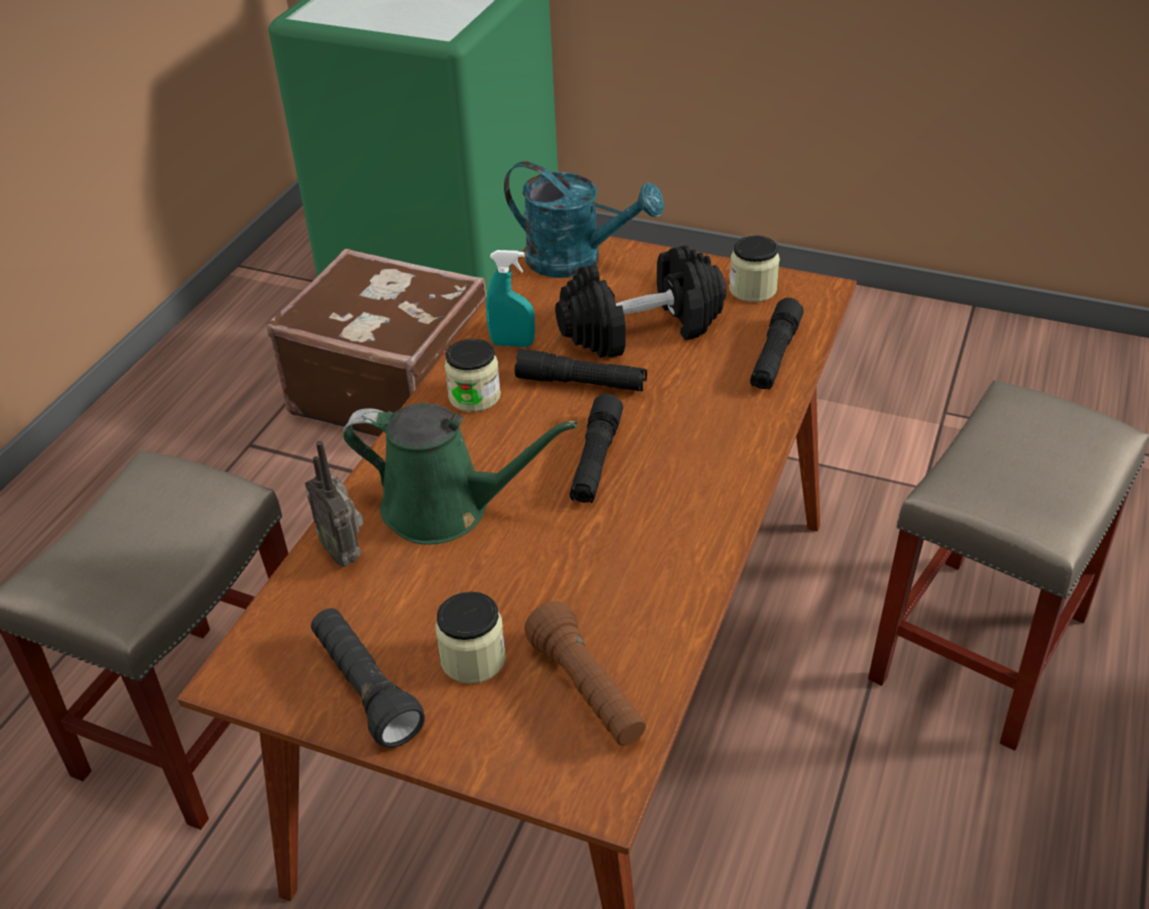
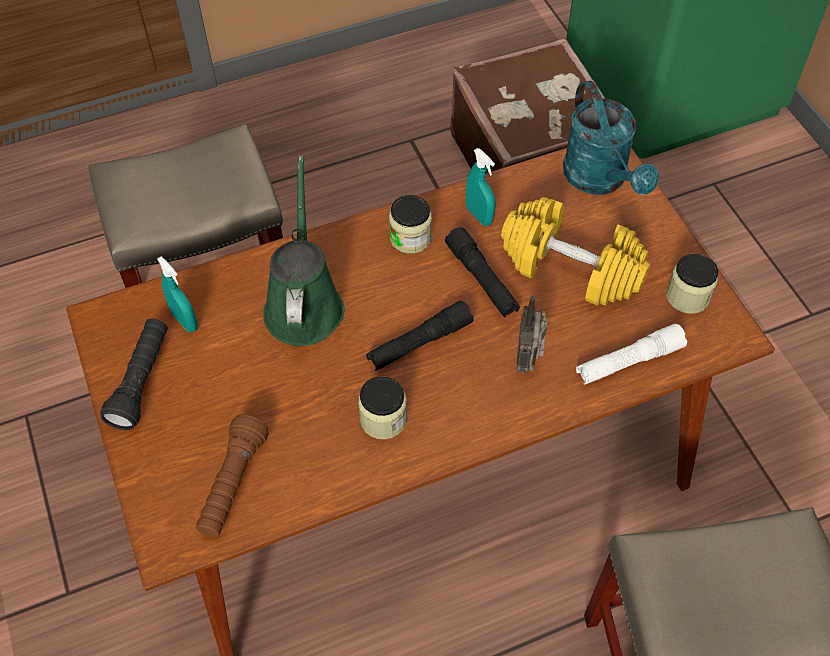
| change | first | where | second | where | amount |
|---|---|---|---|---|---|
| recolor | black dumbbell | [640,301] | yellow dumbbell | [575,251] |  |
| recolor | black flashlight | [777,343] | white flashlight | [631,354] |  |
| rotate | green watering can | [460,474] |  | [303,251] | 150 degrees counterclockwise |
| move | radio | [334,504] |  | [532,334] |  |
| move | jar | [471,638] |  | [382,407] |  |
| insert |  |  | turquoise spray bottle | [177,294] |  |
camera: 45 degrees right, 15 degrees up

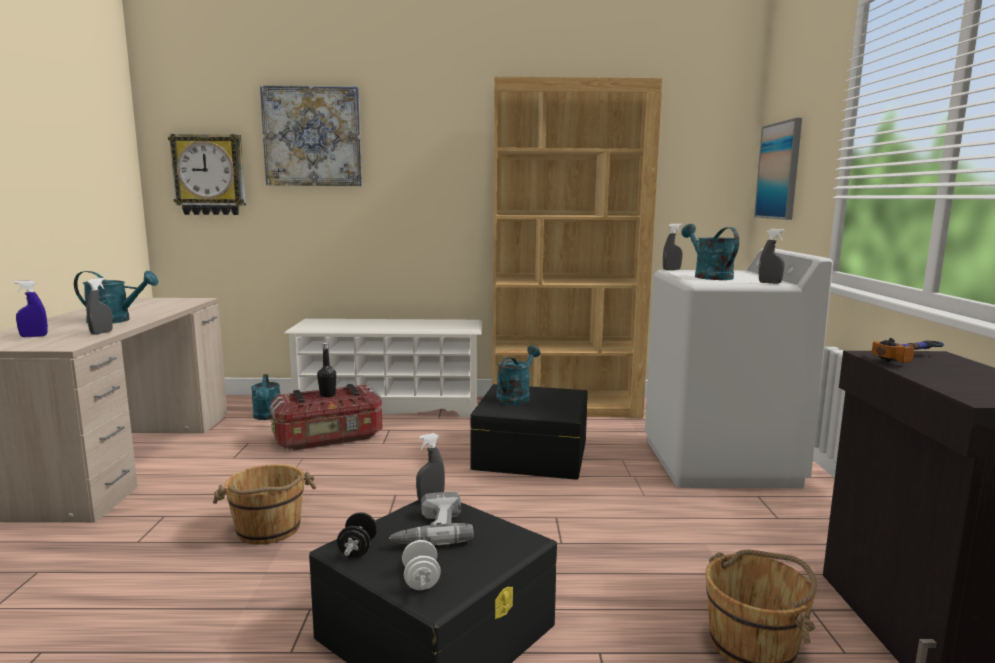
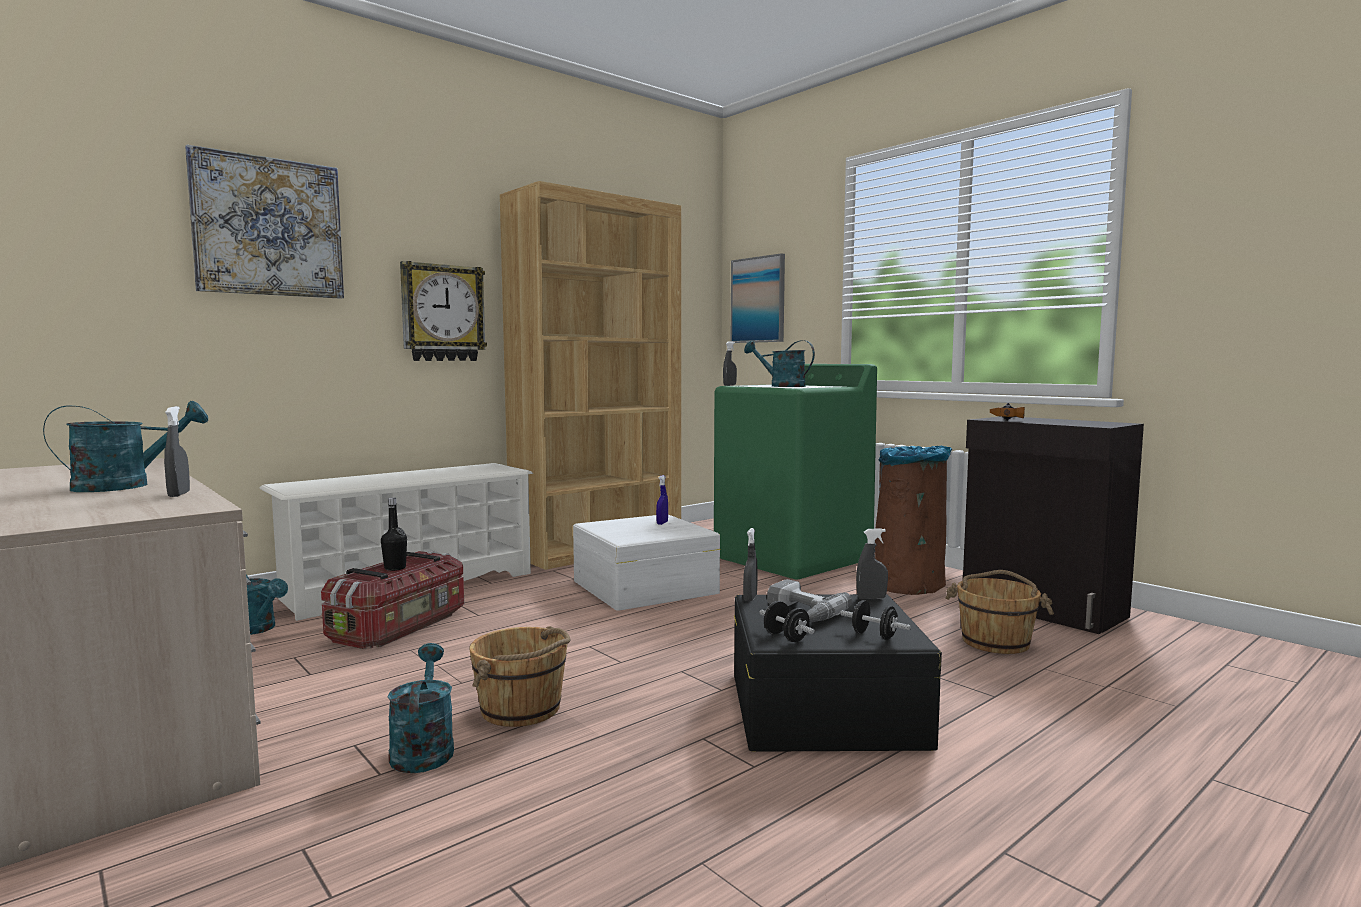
| change | first | where | second | where | amount |
|---|---|---|---|---|---|
| move | wall clock | [207,174] |  | [443,311] |  |
| move | grey spray bottle | [772,256] |  | [872,563] |  |
| recolor | white washing machine | [739,368] | green washing machine | [795,471] |  |
| move | blue spray bottle | [31,309] |  | [662,500] |  |
| move | turquoise watering can | [518,375] |  | [421,708] |  |
| recolor | black storage box | [529,432] | white storage box | [647,563] |  |
| recolor | white dumbbell | [421,565] | black dumbbell | [875,620] |  |
| insert |  |  | brown trash can | [913,520] |  |
camera: 40 degrees left, 5 degrees down

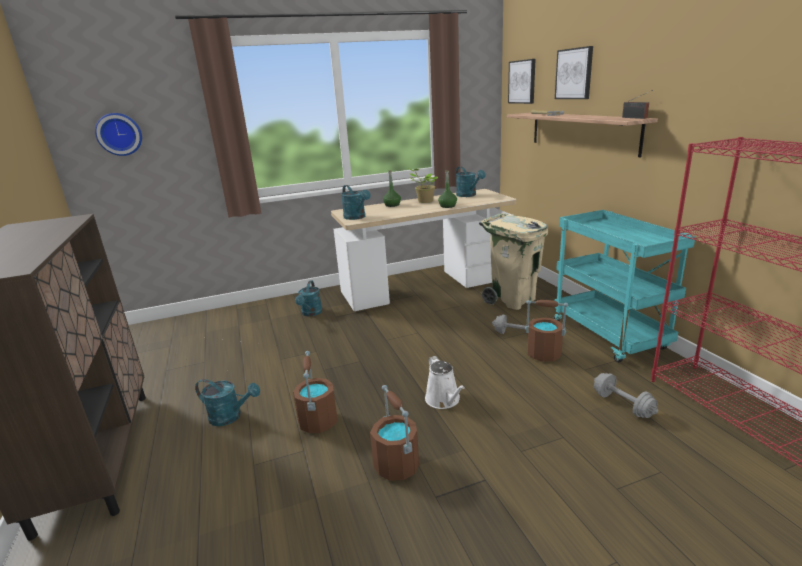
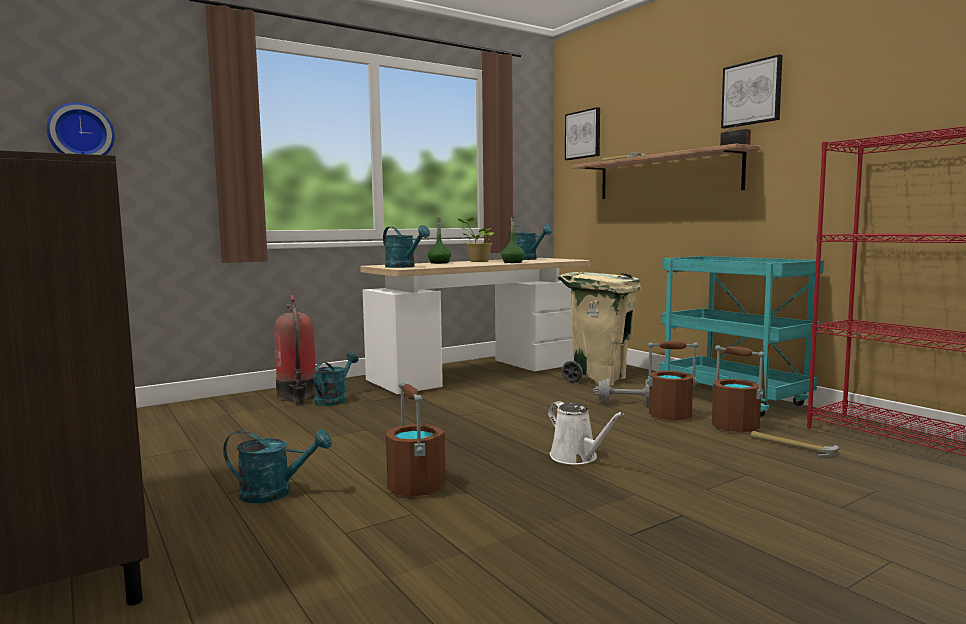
| change | first | where | second | where | amount |
|---|---|---|---|---|---|
| move | picture | [574,72] |  | [752,91] |  |
| rotate | turquoise watering can | [309,298] |  | [335,379] | 150 degrees counterclockwise |
| replace | grey dumbbell | [626,395] | hammer | [795,444] |  |
| move | brown bucket | [394,433] |  | [738,388] |  |
| insert |  |  | fire extinguisher | [294,350] |  |
camera: 15 degrees left, 15 degrees down

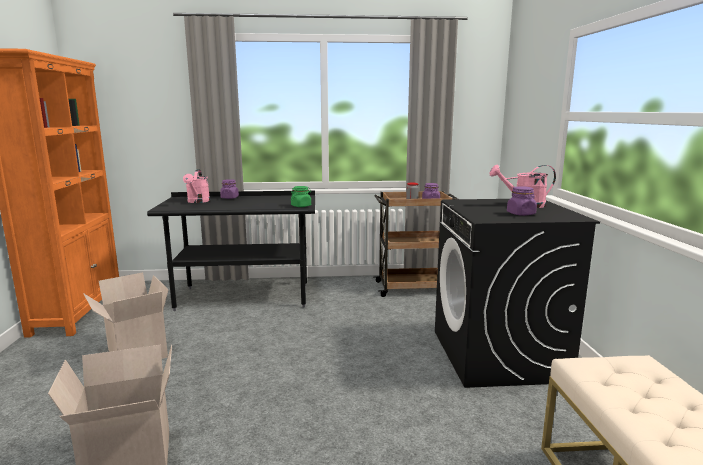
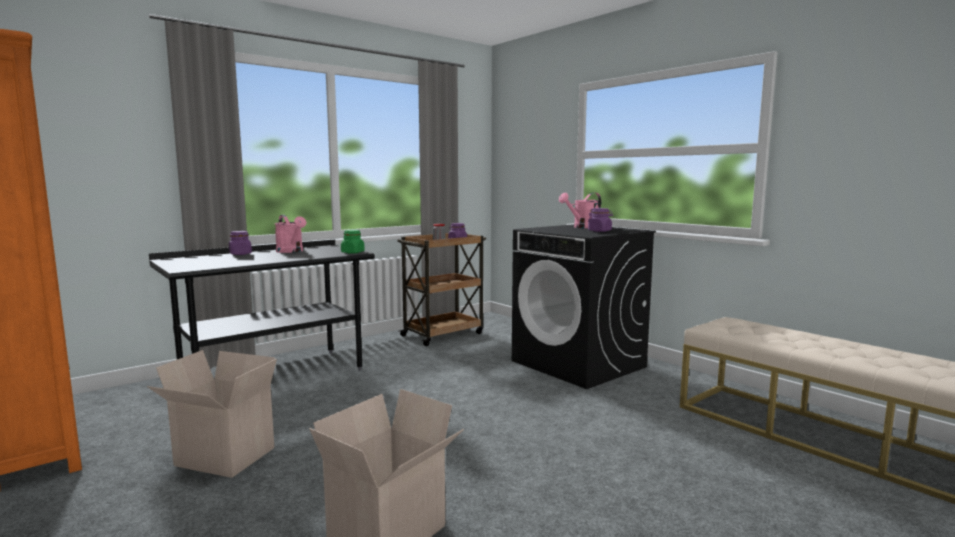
| change | first | where | second | where | amount |
|---|---|---|---|---|---|
| move | pink watering can | [196,186] |  | [290,234] |  |
camera: 35 degrees left, 5 degrees down

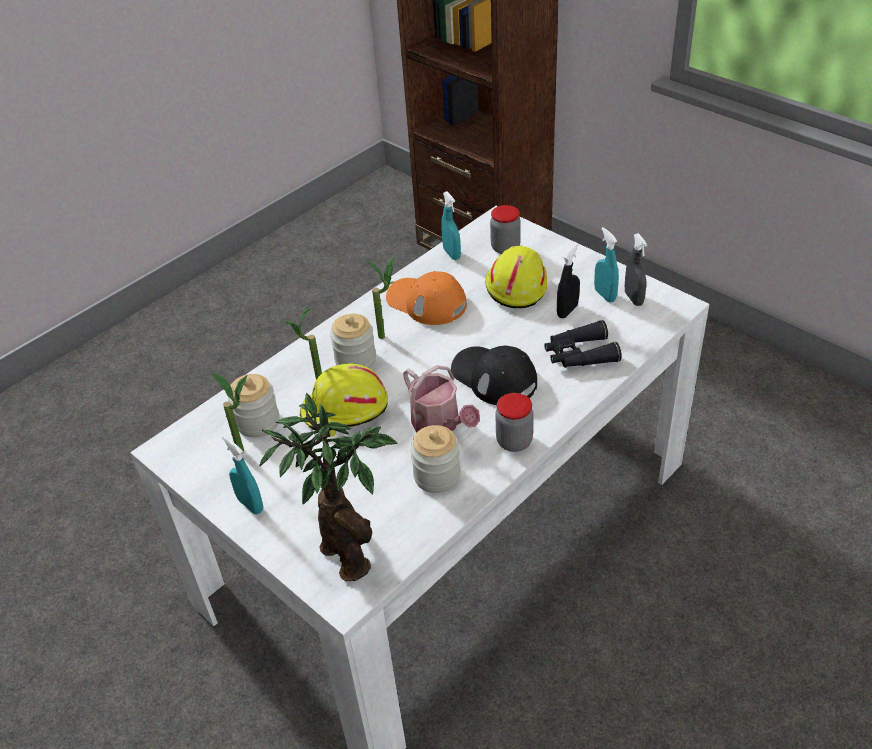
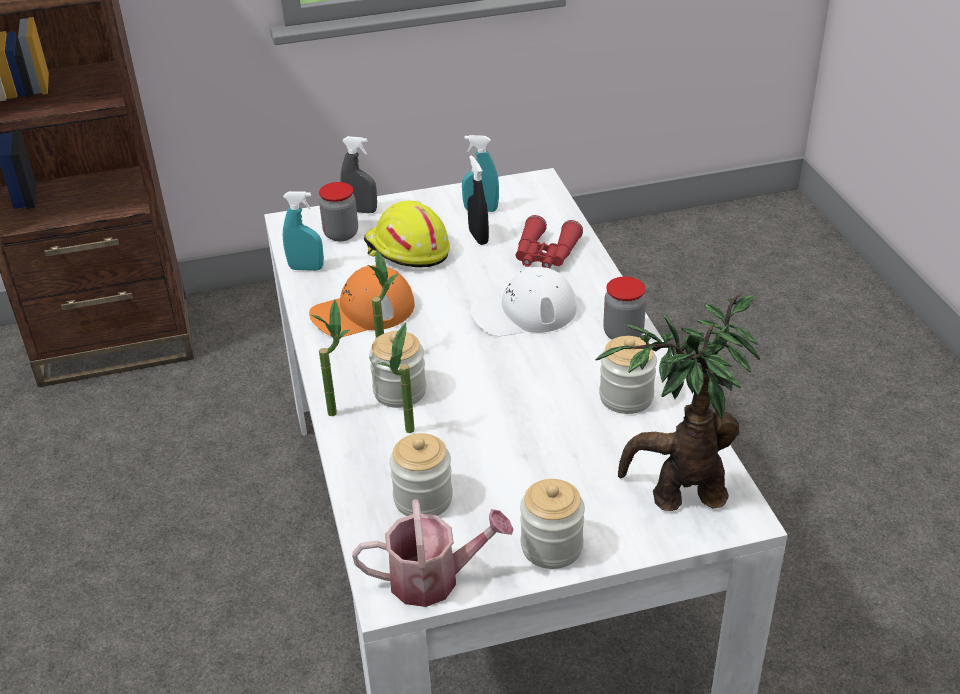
| change | first | where | second | where | amount |
|---|---|---|---|---|---|
| move | grey spray bottle | [636,269] |  | [358,175] |  |
| recolor | black binoculars | [583,344] | red binoculars | [549,242] |  |
| recolor | black cap | [494,375] | white cap | [523,301] |  |
| delete | yellow hard hat | [344,400] |  |  |  |
| move | watering can | [441,398] |  | [432,553] |  |
| move | potted plant | [229,412] |  | [330,358] |  |
| replace | turquoise spray bottle | [242,474] | jar | [552,524] |  |
camera: 60 degrees left, 5 degrees down

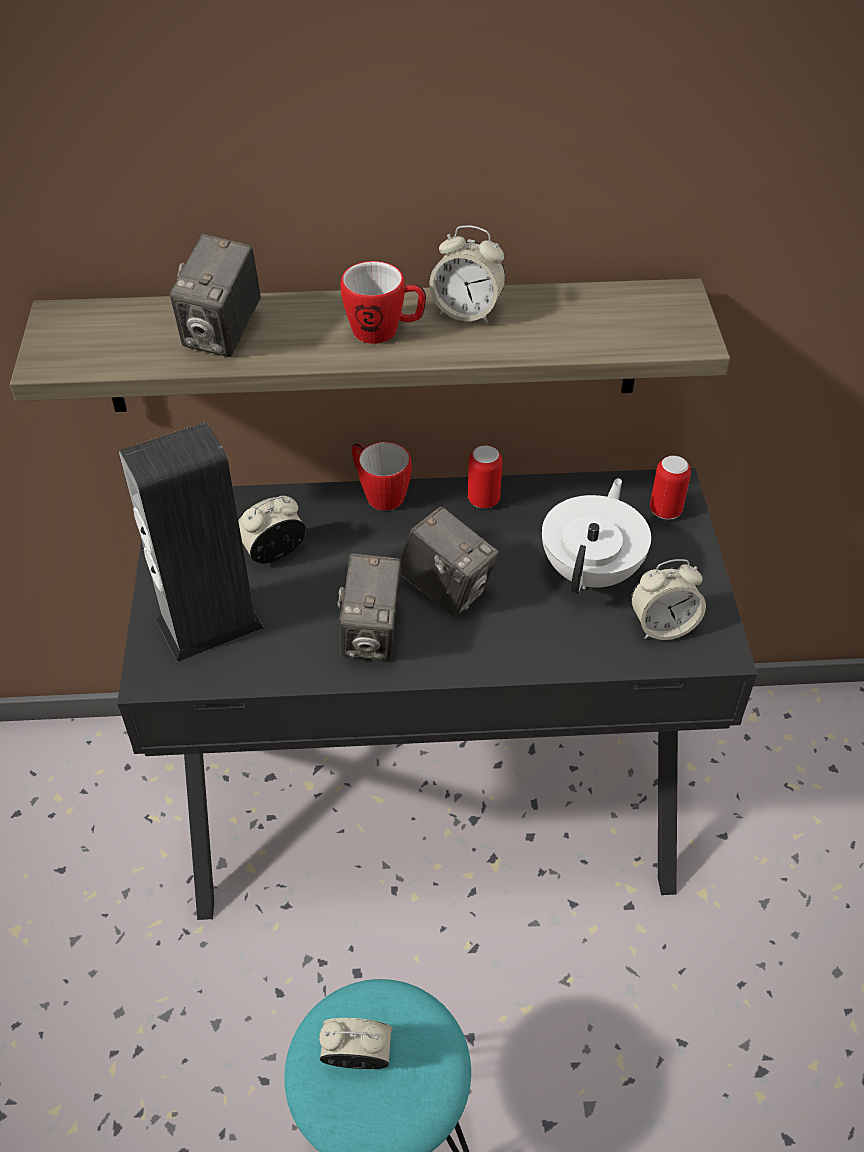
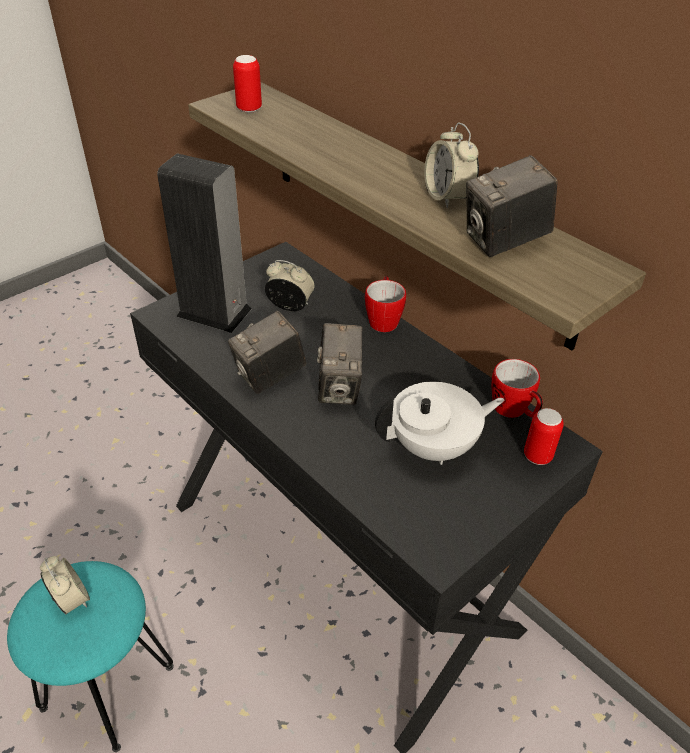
| change | first | where | second | where | amount |
|---|---|---|---|---|---|
| move | photo camera | [215,295] |  | [512,206] |  |
| move | mug | [383,302] |  | [517,388] |  |
| move | can | [485,476] |  | [247,84] |  |
| delete | alarm clock | [668,599] |  |  |  |
camera: 50 degrees right, 5 degrees down

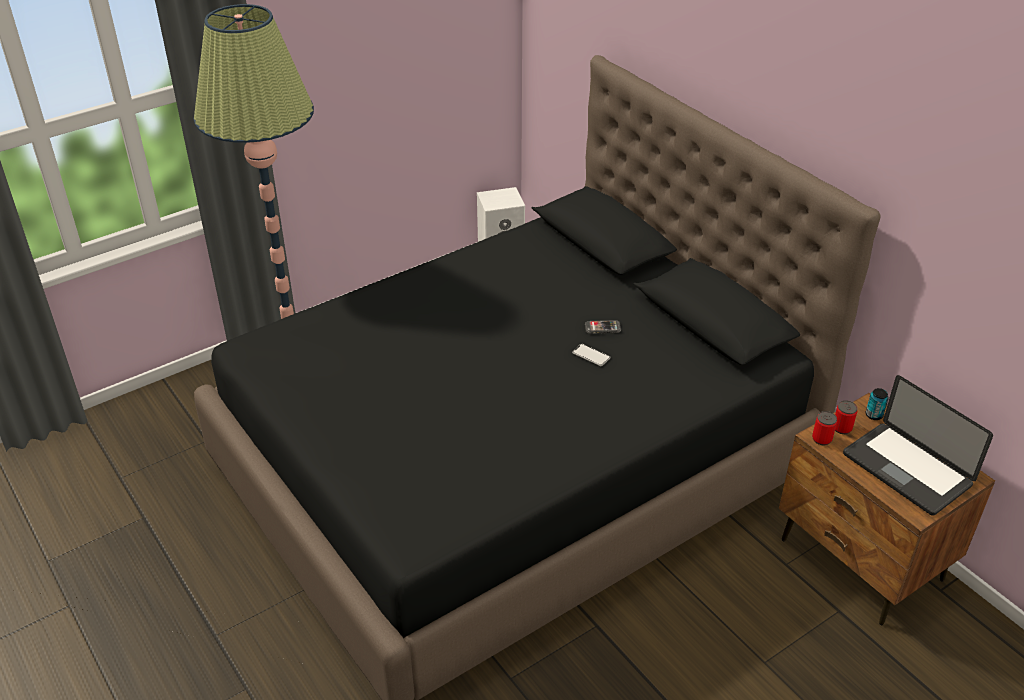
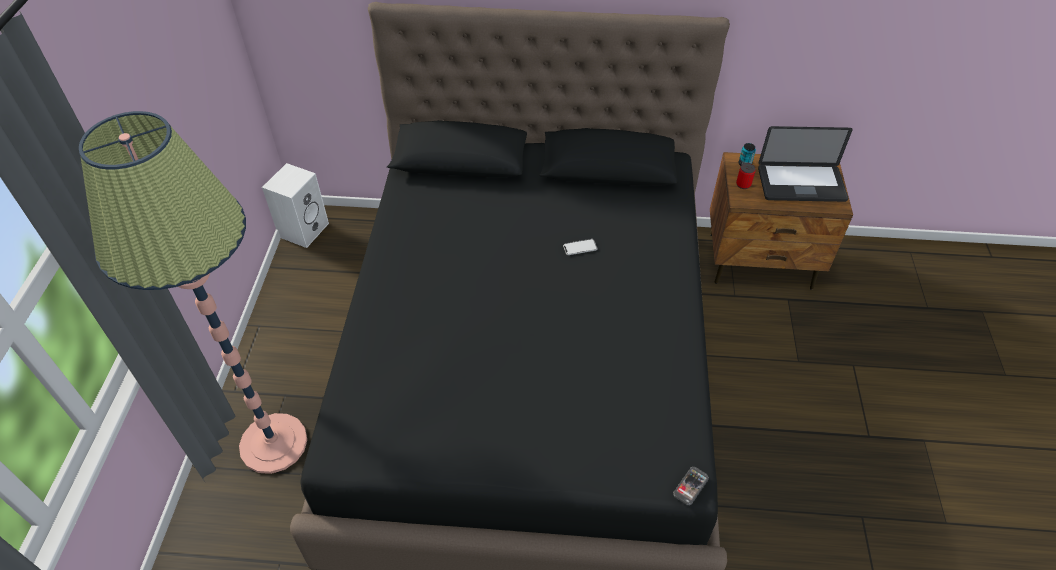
| change | first | where | second | where | amount |
|---|---|---|---|---|---|
| move | phone | [603,327] |  | [691,486] |  |
| delete | can | [824,428] |  |  |  |
camera: 50 degrees left, 10 degrees up

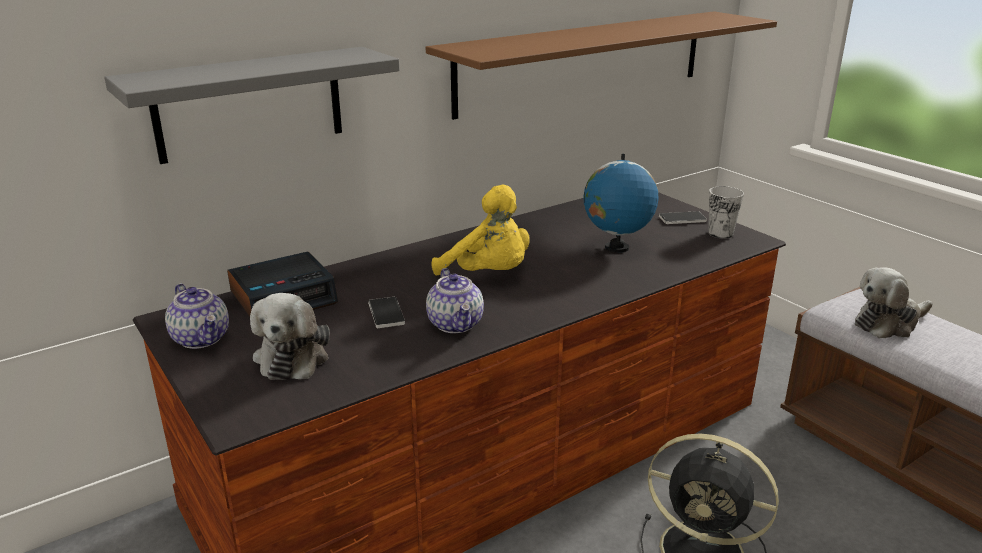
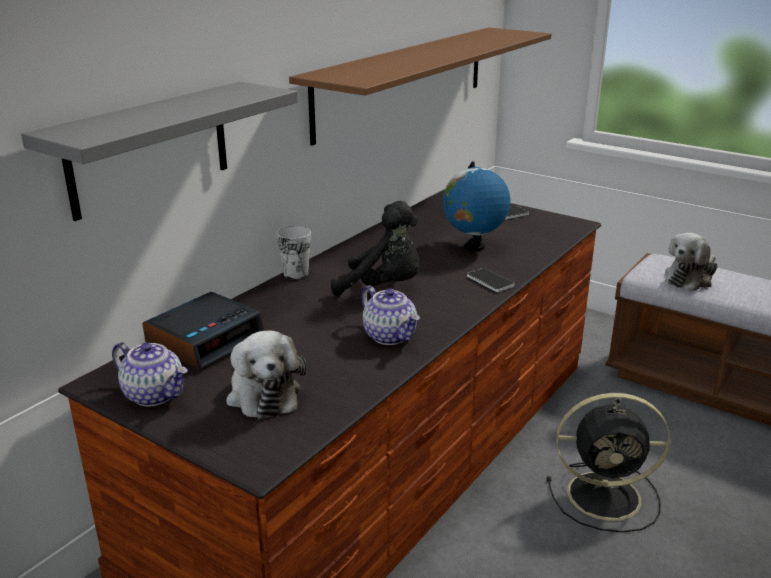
| change | first | where | second | where | amount |
|---|---|---|---|---|---|
| recolor | yellow plush toy | [480,230] | black plush toy | [375,248] |  |
| move | cup | [726,212] |  | [294,253] |  |
| move | phone | [386,312] |  | [491,280] |  |
camera: 20 degrees left, 0 degrees up

